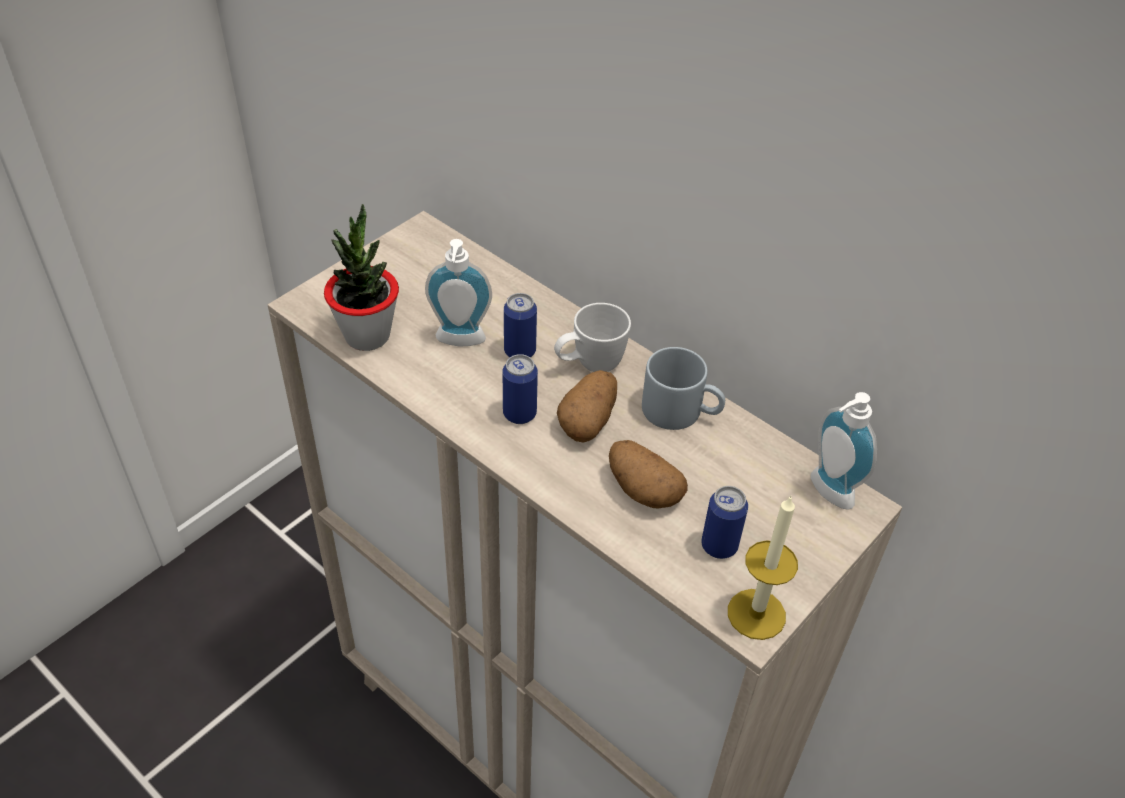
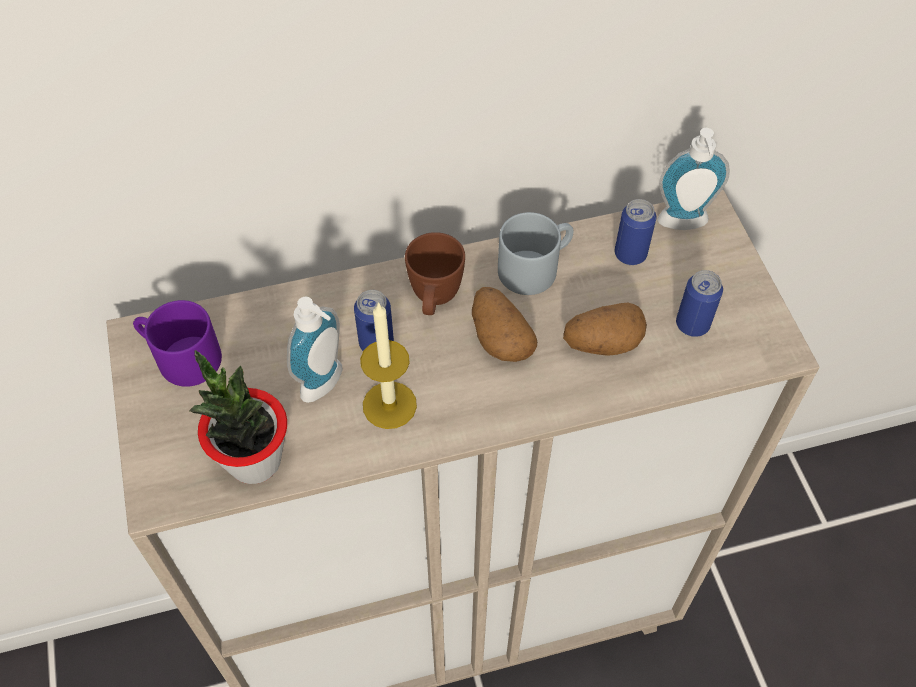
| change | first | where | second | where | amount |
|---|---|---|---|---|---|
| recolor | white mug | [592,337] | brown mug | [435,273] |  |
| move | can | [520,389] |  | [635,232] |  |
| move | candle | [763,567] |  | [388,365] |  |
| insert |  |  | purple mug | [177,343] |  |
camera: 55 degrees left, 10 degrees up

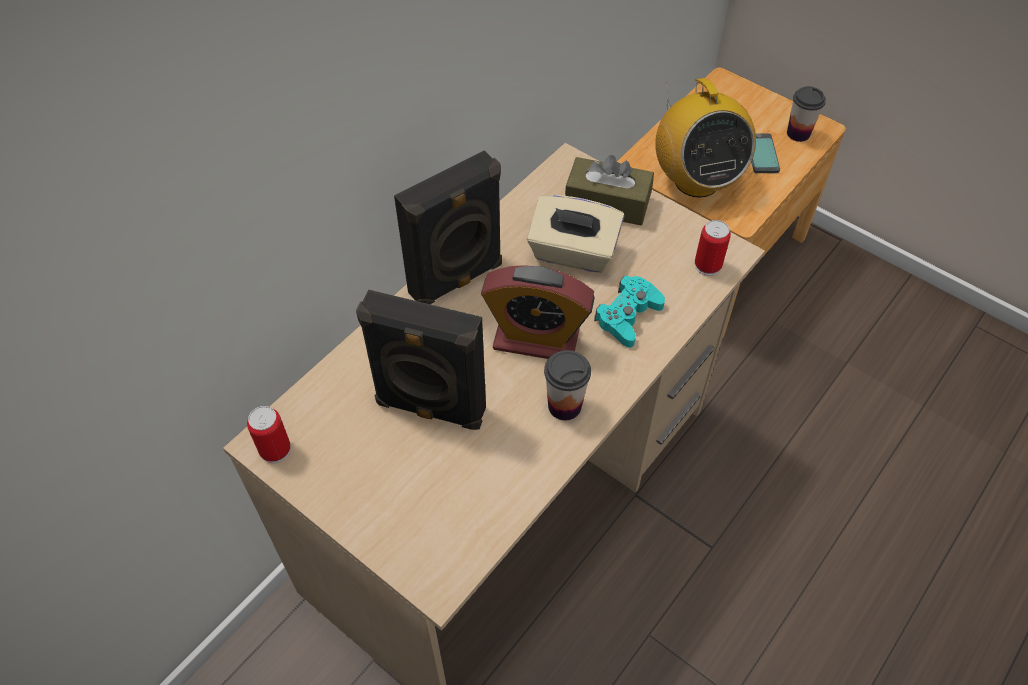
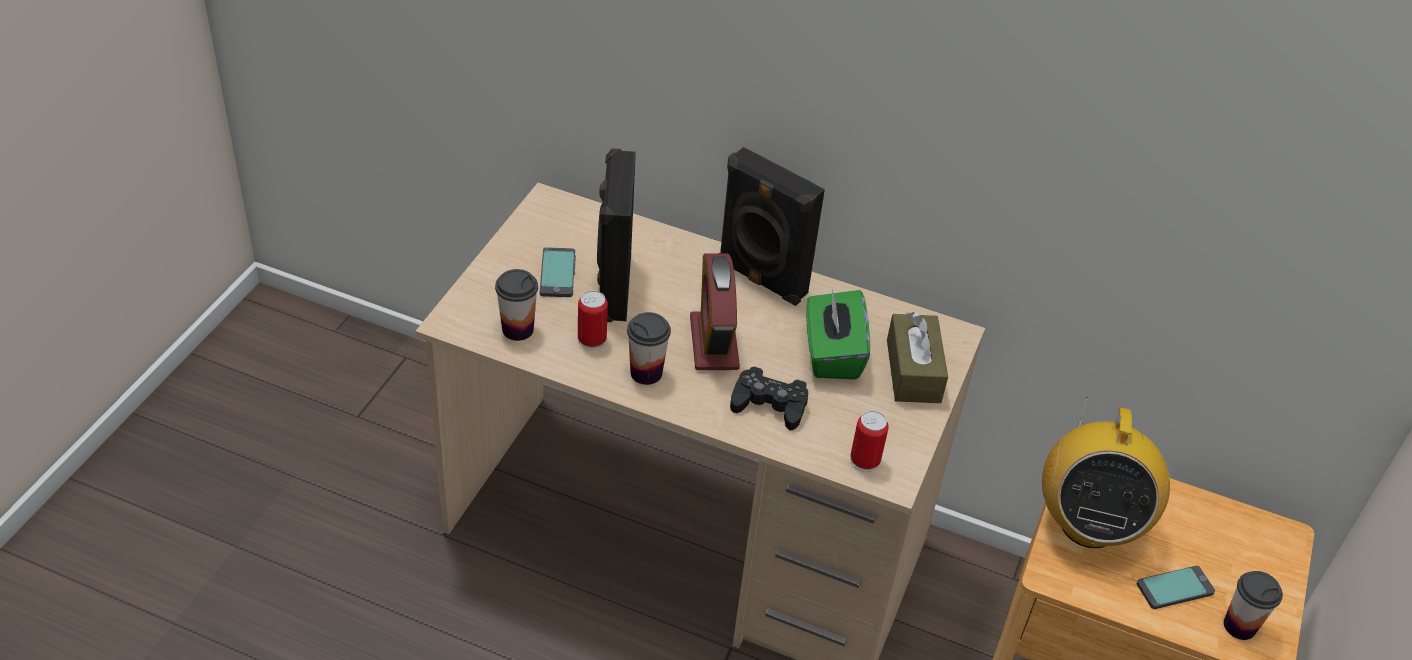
| change | first | where | second | where | amount |
|---|---|---|---|---|---|
| rotate | radio | [705,137] |  | [1106,472] | 45 degrees counterclockwise |
| recolor | beige tissue box | [575,234] | green tissue box | [838,334] |  |
| recolor | turquoise game controller | [629,311] | black game controller | [769,398] |  |
| move | can | [269,434] |  | [593,320] |  |
| insert |  |  | phone | [558,272] |  |
| insert |  |  | cup | [516,305] |  |
camera: 70 degrees right, 10 degrees down

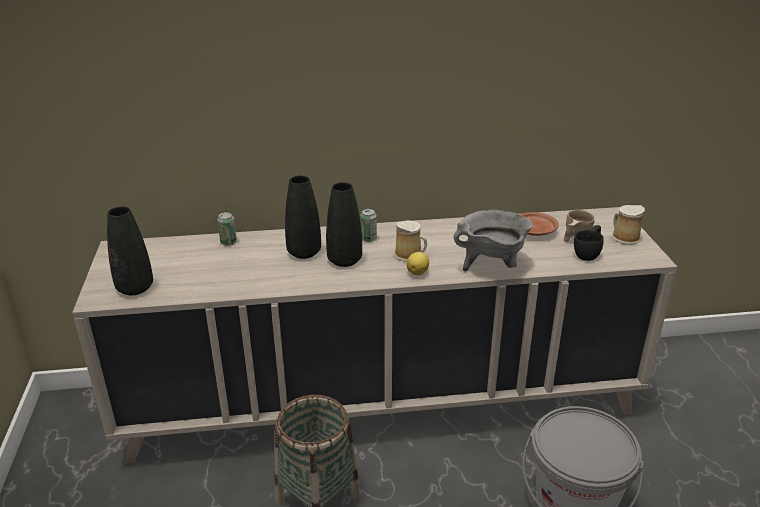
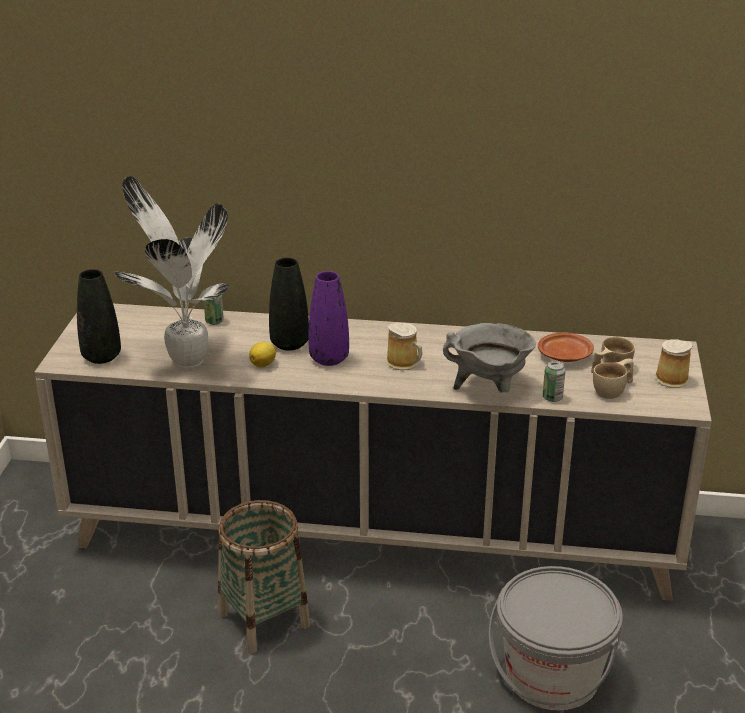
| change | first | where | second | where | amount |
|---|---|---|---|---|---|
| recolor | black vase | [344,224] | purple vase | [328,318] |  |
| move | can | [368,225] |  | [554,381] |  |
| recolor | black cup | [589,243] | beige cup | [613,378] |  |
| move | lemon | [417,263] |  | [262,354] |  |
| insert |  |  | potted plant | [171,272] |  |
camera: 15 degrees right, 0 degrees up

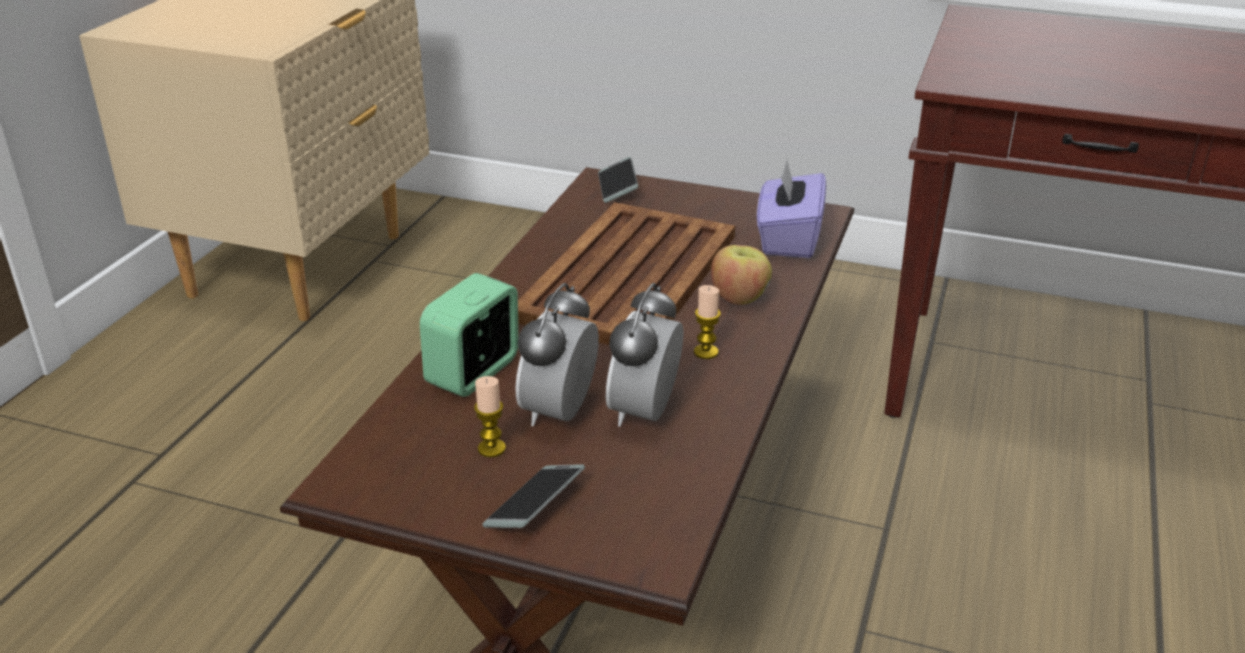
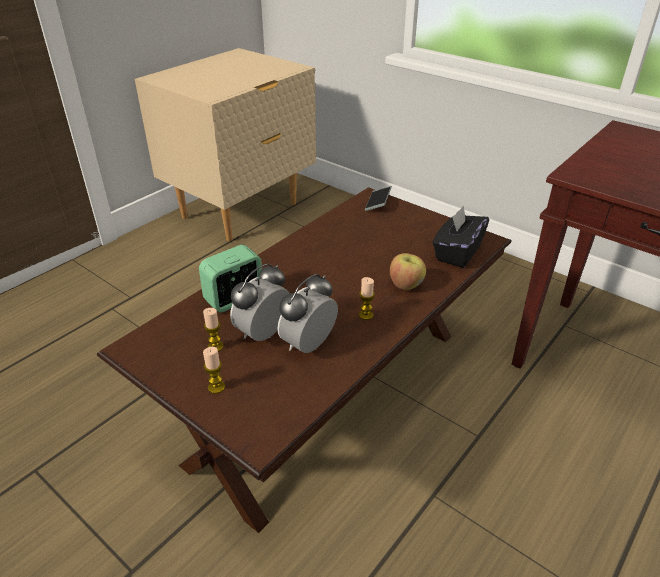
| change | first | where | second | where | amount |
|---|---|---|---|---|---|
| recolor | purple tissue box | [791,209] | black tissue box | [461,236] |  |
| delete | brown tray | [626,273] |  |  |  |
| replace | phone | [533,496] | candle | [214,370] |  |
camera: 20 degrees right, 5 degrees up

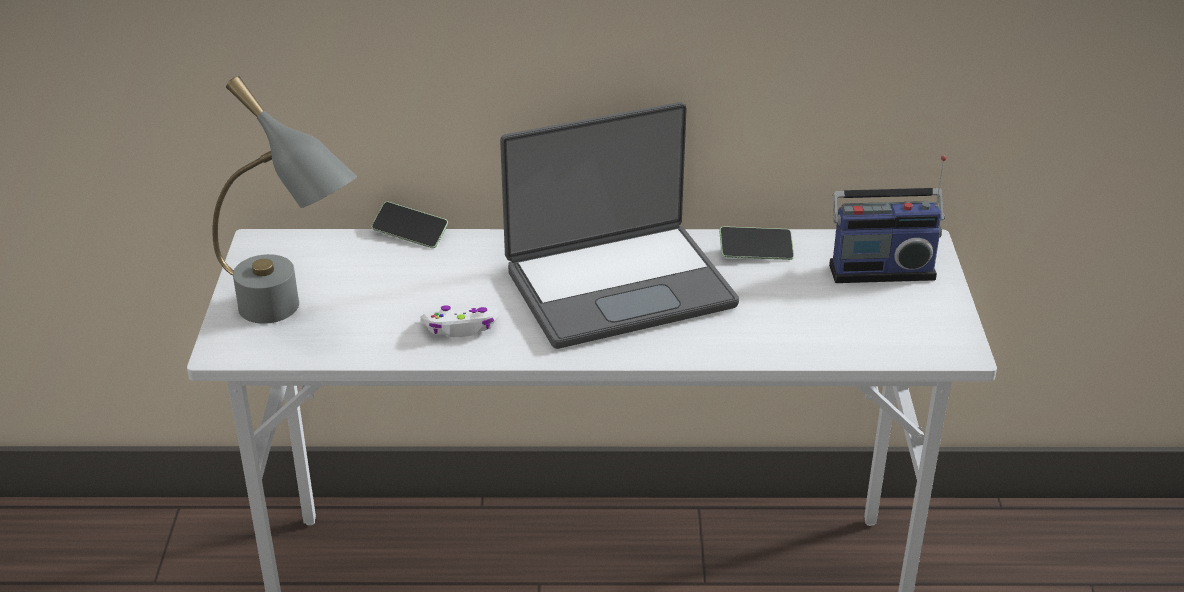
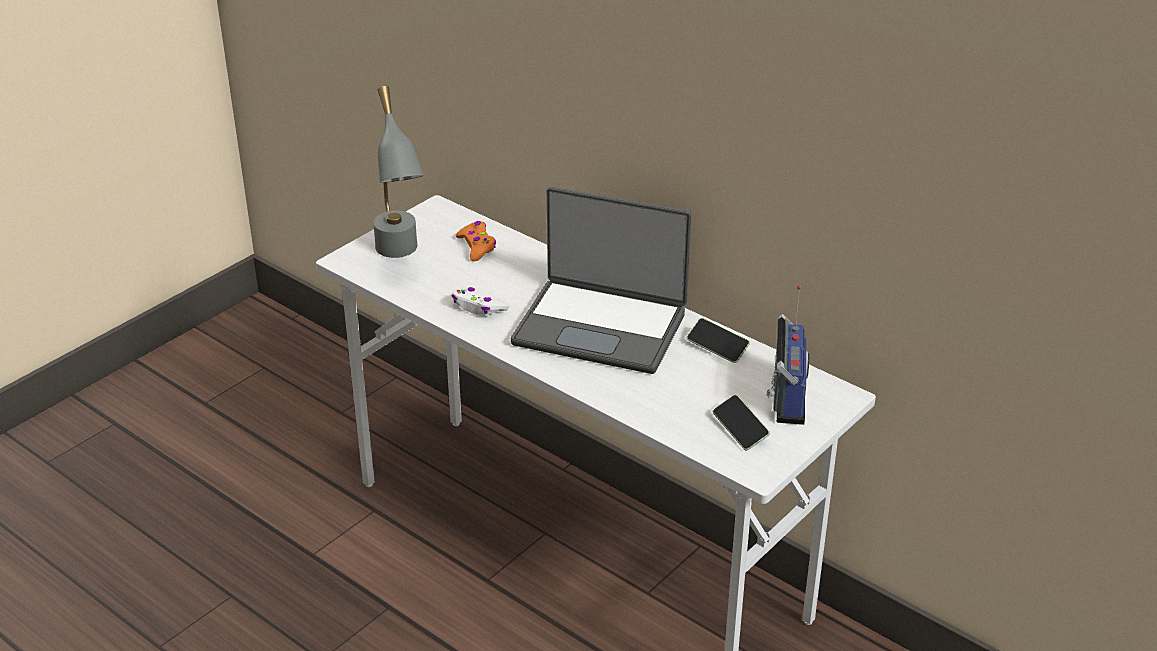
| change | first | where | second | where | amount |
|---|---|---|---|---|---|
| rotate | radio | [887,219] |  | [787,355] | 120 degrees counterclockwise |
| move | phone | [409,225] |  | [741,422] |  |
| insert |  |  | orange game controller | [476,241] |  |
camera: 40 degrees right, 0 degrees up

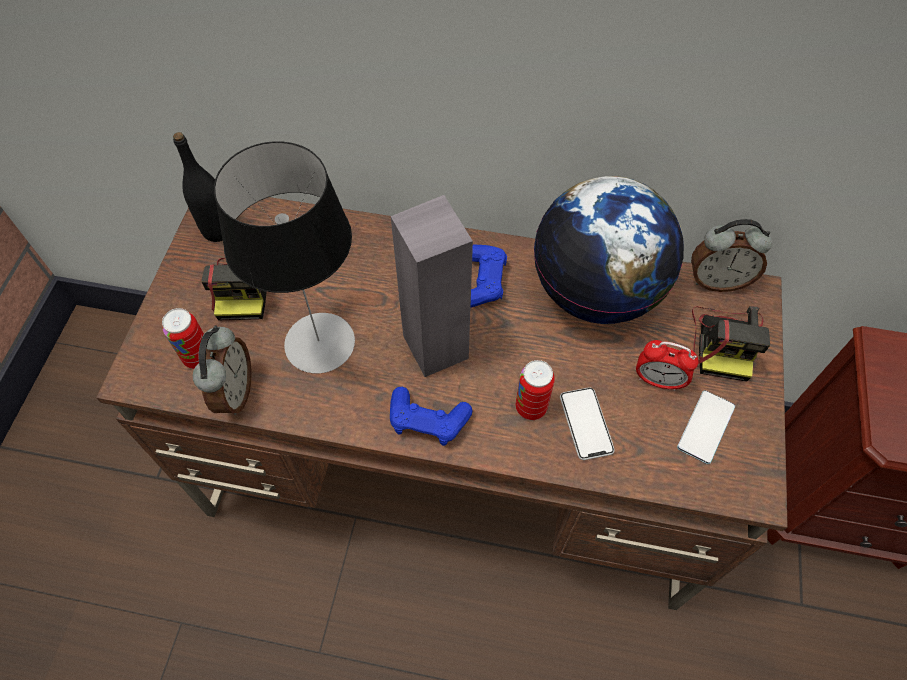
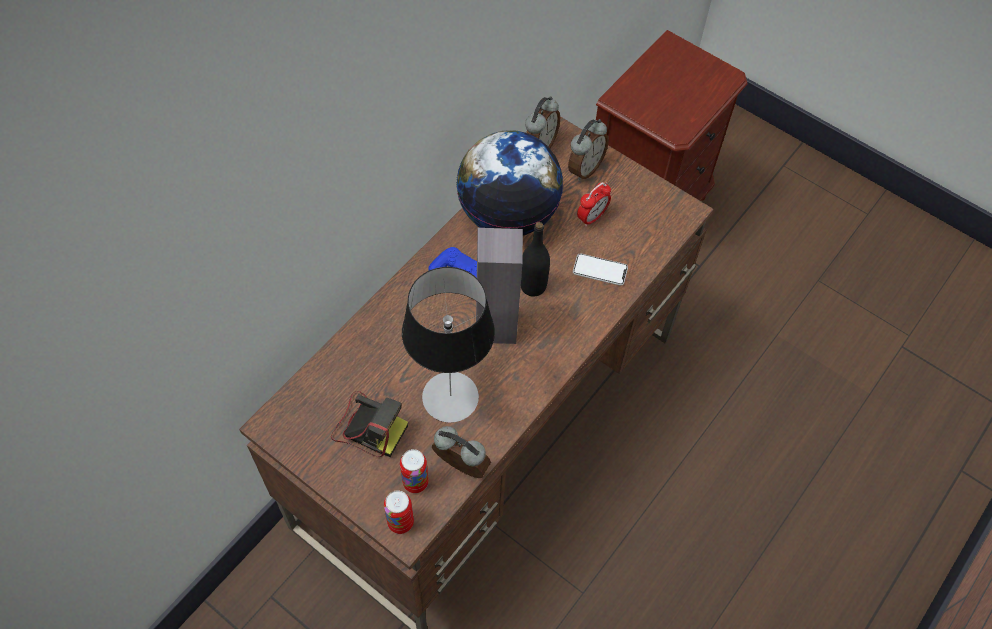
| change | first | where | second | where | amount |
|---|---|---|---|---|---|
| move | black bottle | [198,187] |  | [535,259] |  |
| replace | photo camera | [731,344] | alarm clock | [588,150] |  |
| move | can | [535,390] |  | [399,512] |  |
| delete | blue game controller | [431,416] |  |  |  |
| delete | phone | [706,427] |  |  |  |
camera: 65 degrees left, 0 degrees up

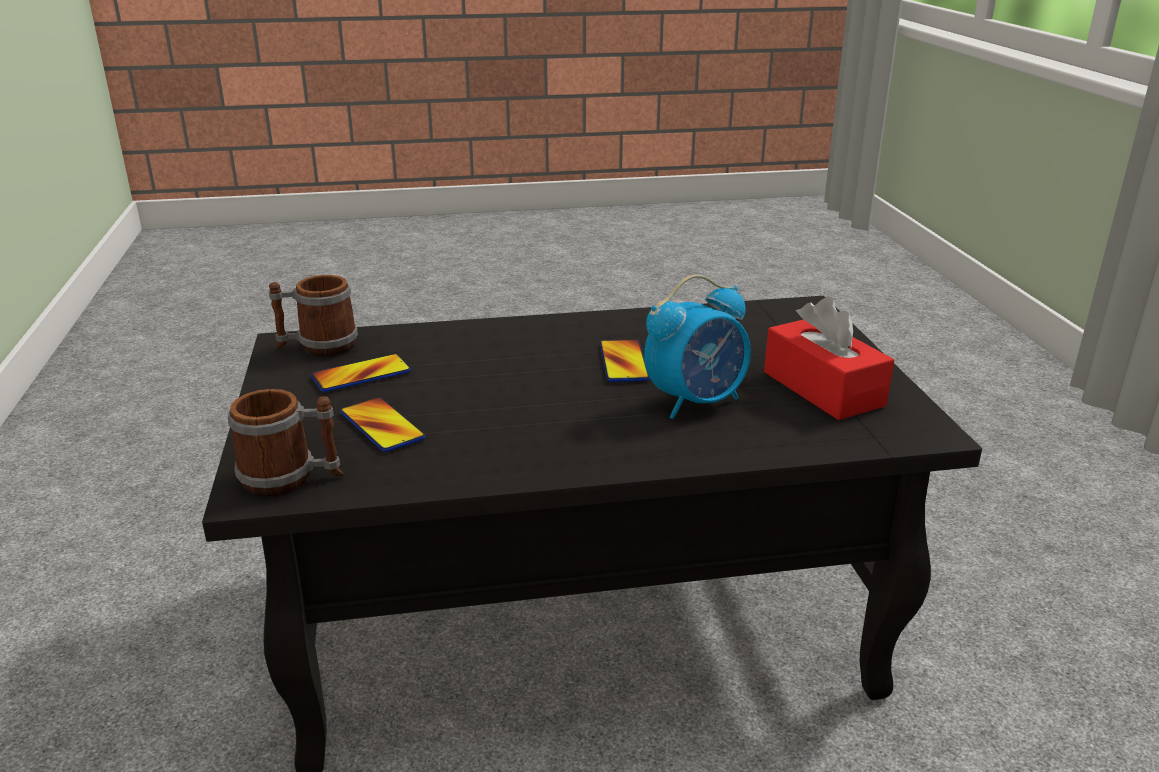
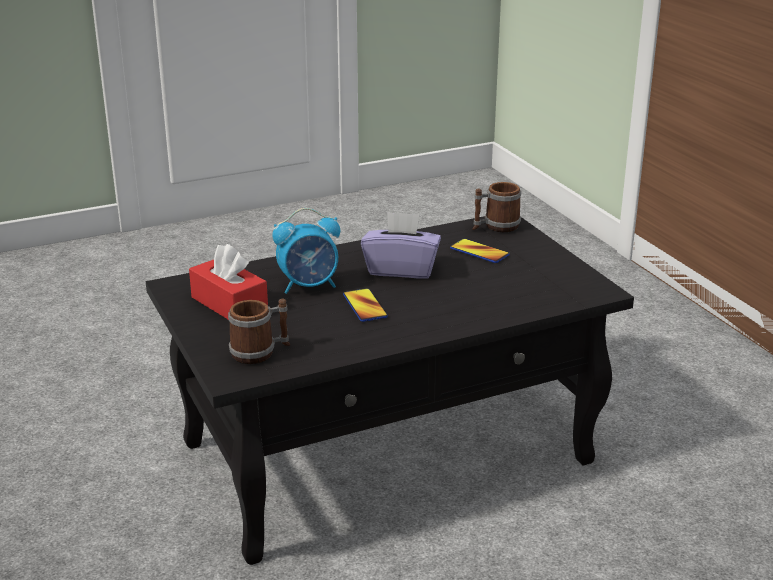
| change | first | where | second | where | amount |
|---|---|---|---|---|---|
| move | mug | [313,315] |  | [259,331] |  |
| rotate | alarm clock | [697,347] |  | [306,251] | 150 degrees counterclockwise |
| delete | phone | [360,373] |  |  |  |
| insert |  |  | purple tissue box | [401,245] |  |
camera: 165 degrees right, 0 degrees up

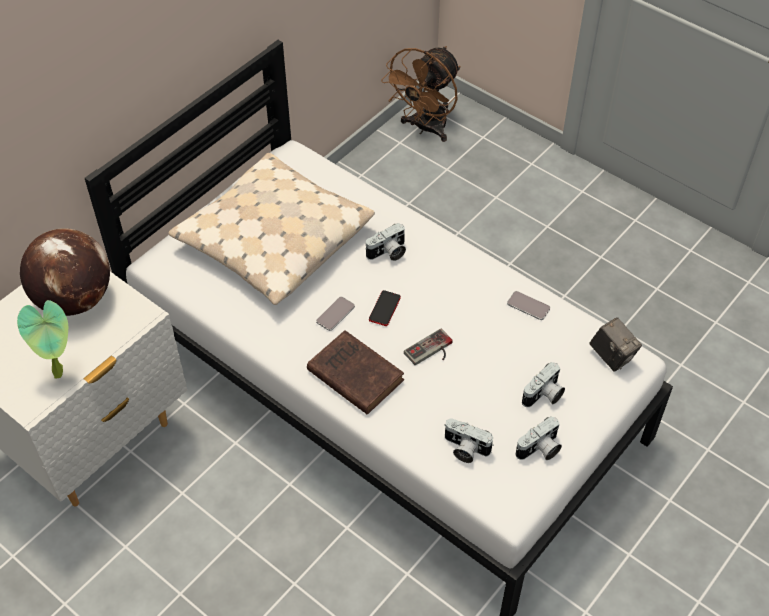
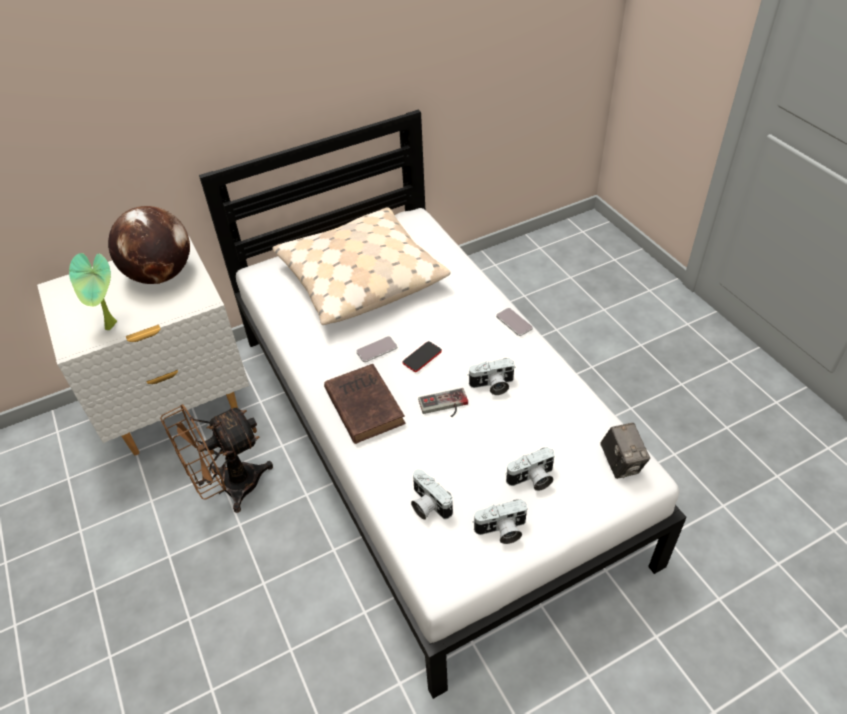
| change | first | where | second | where | amount |
|---|---|---|---|---|---|
| move | brown fan | [421,94] |  | [216,458] |  |
| move | photo camera | [385,242] |  | [491,376] |  |
| move | phone | [529,305] |  | [514,322] |  |
camera: 25 degrees right, 5 degrees down

